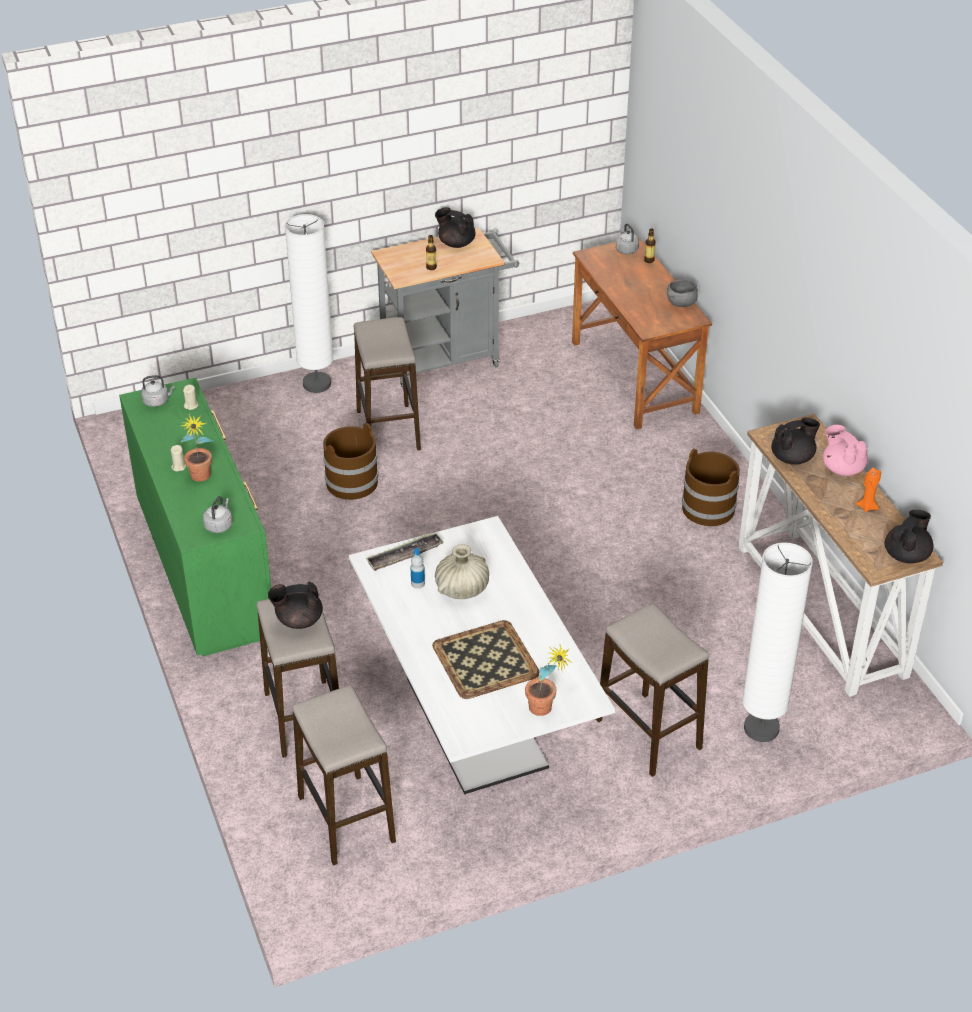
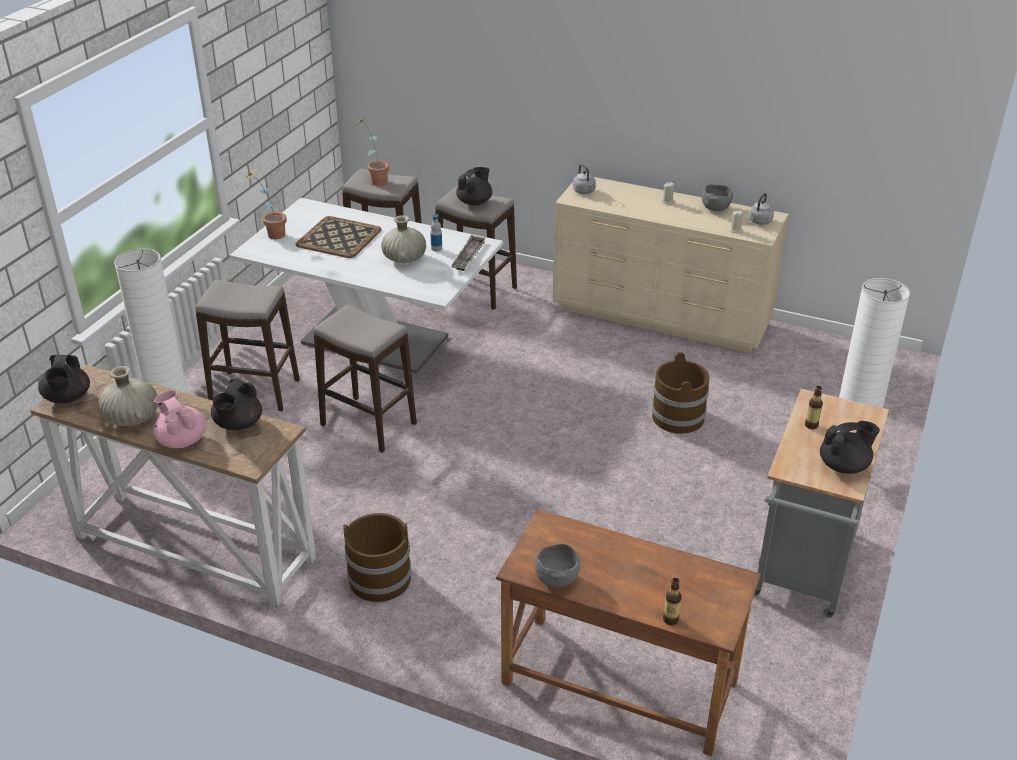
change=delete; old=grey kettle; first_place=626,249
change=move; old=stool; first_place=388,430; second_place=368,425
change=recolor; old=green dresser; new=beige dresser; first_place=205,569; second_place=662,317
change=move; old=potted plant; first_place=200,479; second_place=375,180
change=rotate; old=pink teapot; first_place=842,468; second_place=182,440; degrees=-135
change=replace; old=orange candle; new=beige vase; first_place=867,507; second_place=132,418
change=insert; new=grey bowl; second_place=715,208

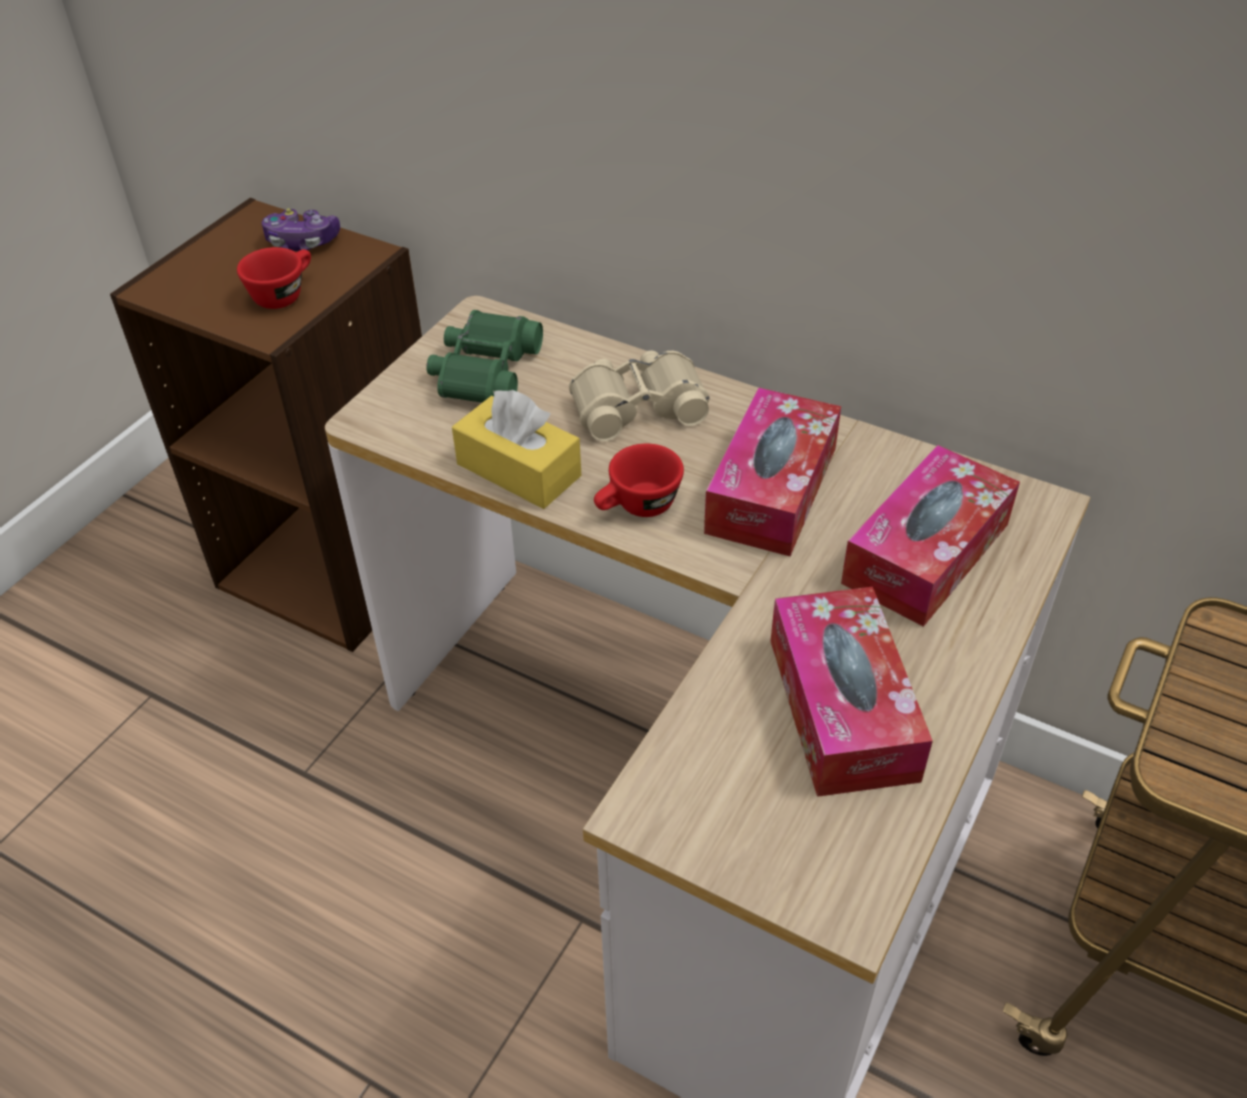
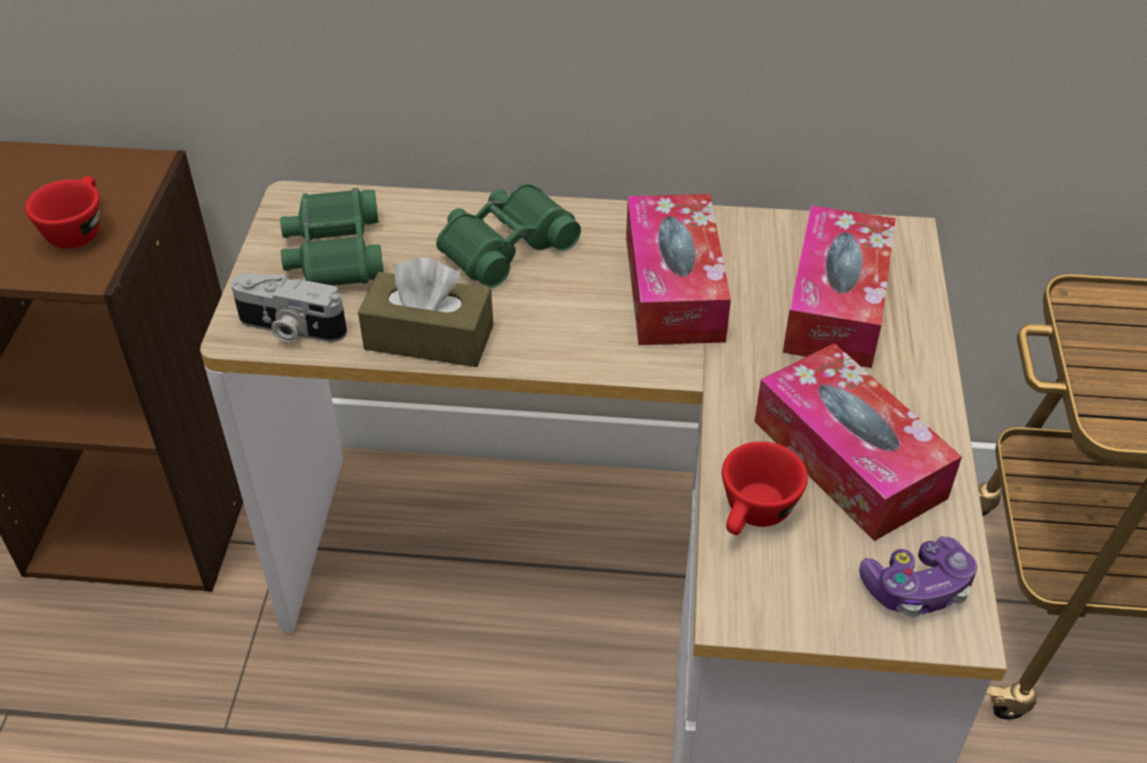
change=move; old=game controller; first_place=302,242; second_place=916,588
change=recolor; old=beige binoculars; new=green binoculars; first_place=637,405; second_place=505,245
change=recolor; old=yellow tissue box; new=brown tissue box; first_place=518,470; second_place=429,337
change=move; old=red cup; first_place=637,507; second_place=754,516
change=insert; new=photo camera; second_place=290,329

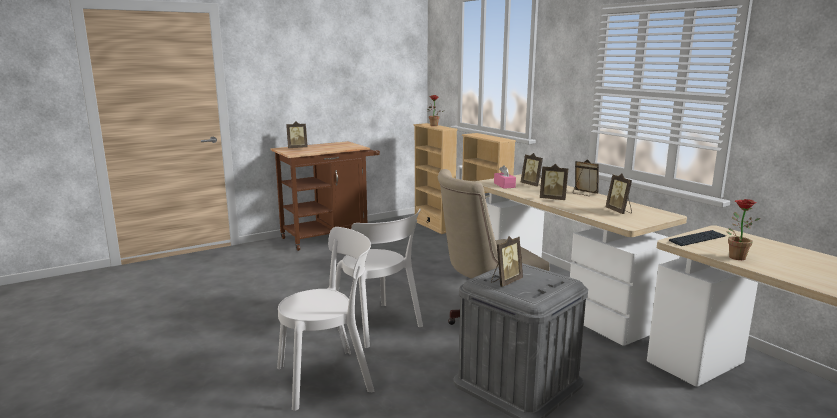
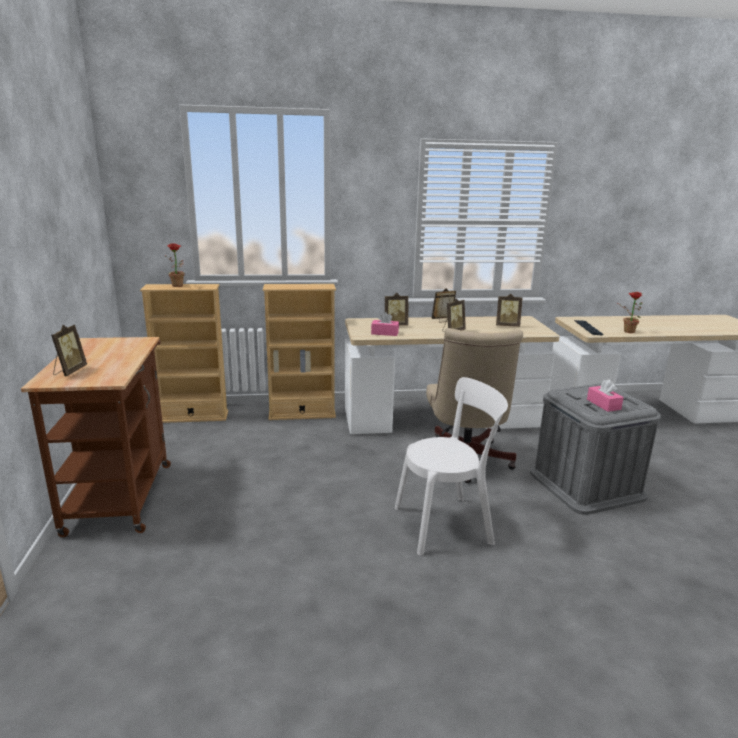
change=delete; old=white chair; first_place=329,377
change=replace; old=picture frame; new=pink tissue box; first_place=505,281; second_place=603,404

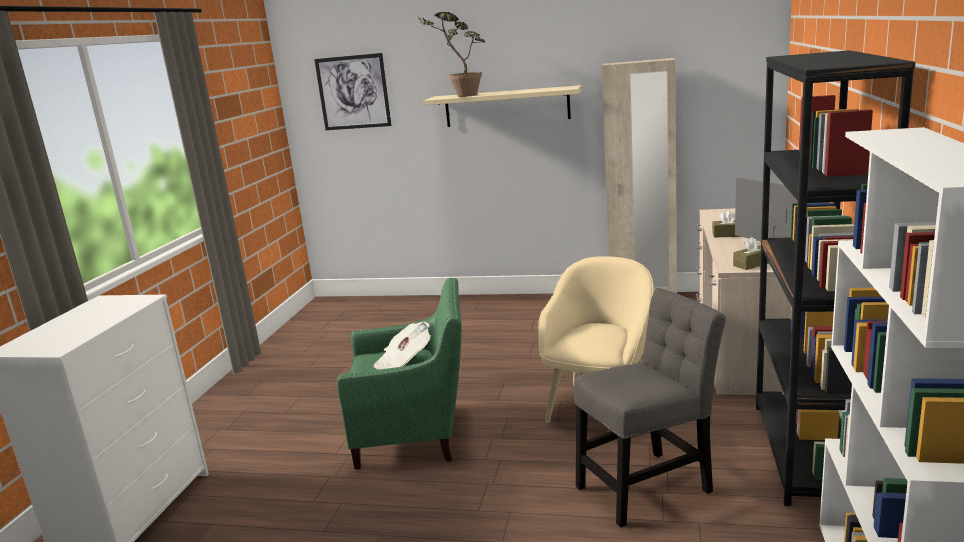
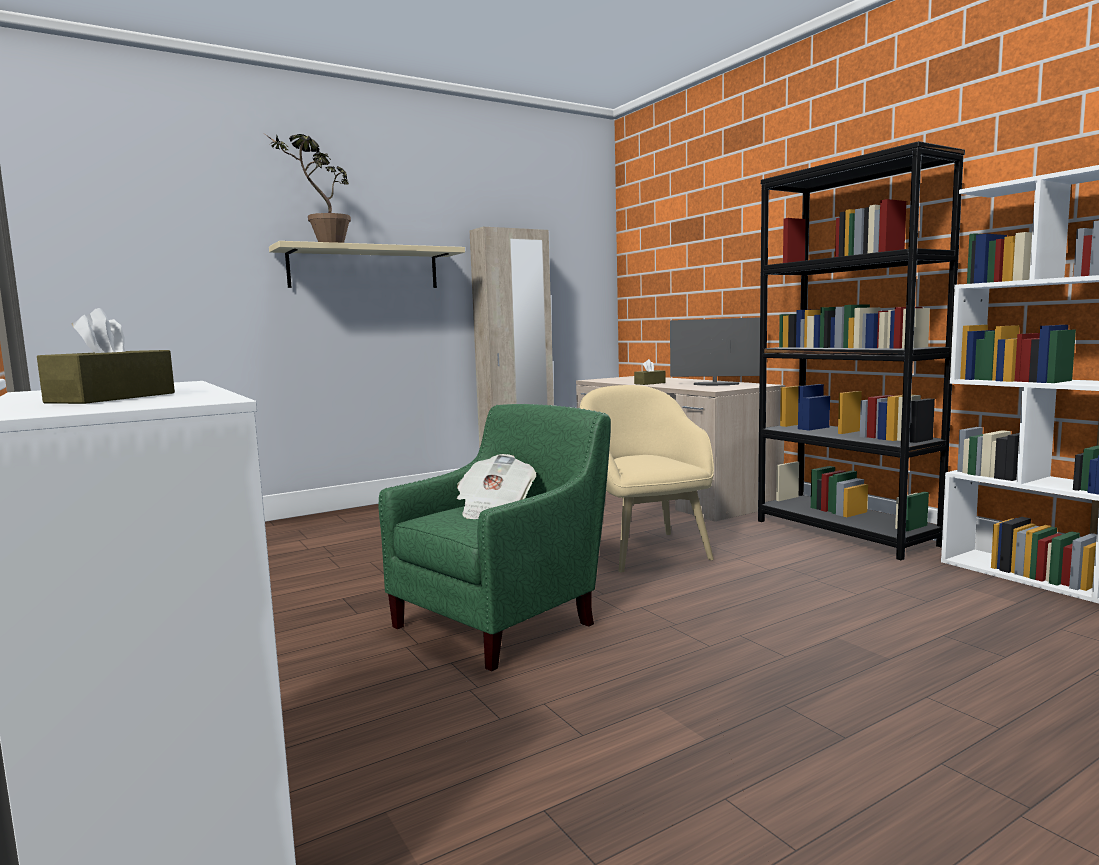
change=delete; old=picture; first_place=353,92
change=move; old=brown tissue box; first_place=751,264; second_place=112,398
change=delete; old=grey chair; first_place=648,486

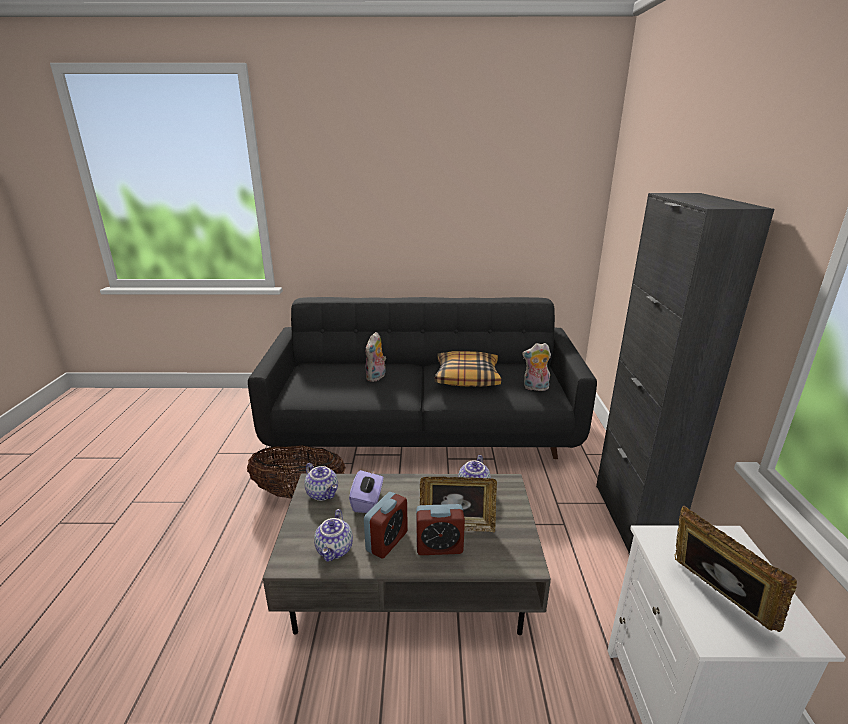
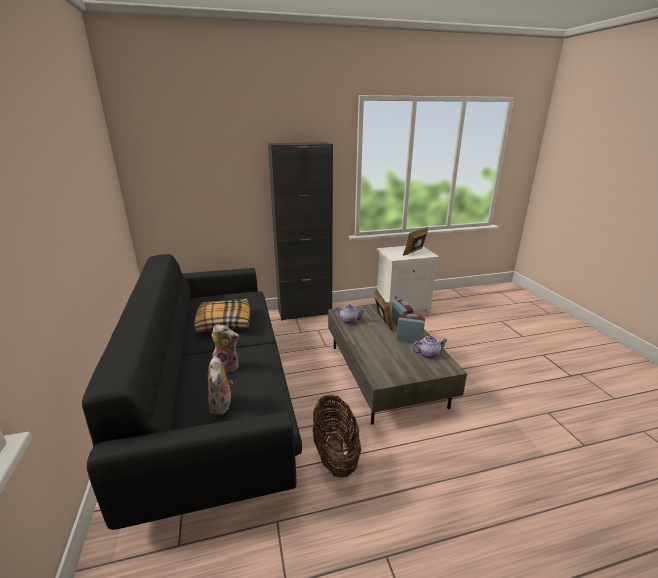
change=move; old=plush toy; first_place=535,388; second_place=222,406
change=delete; old=teapot; first_place=323,493
change=delete; old=purple tissue box; first_place=368,502

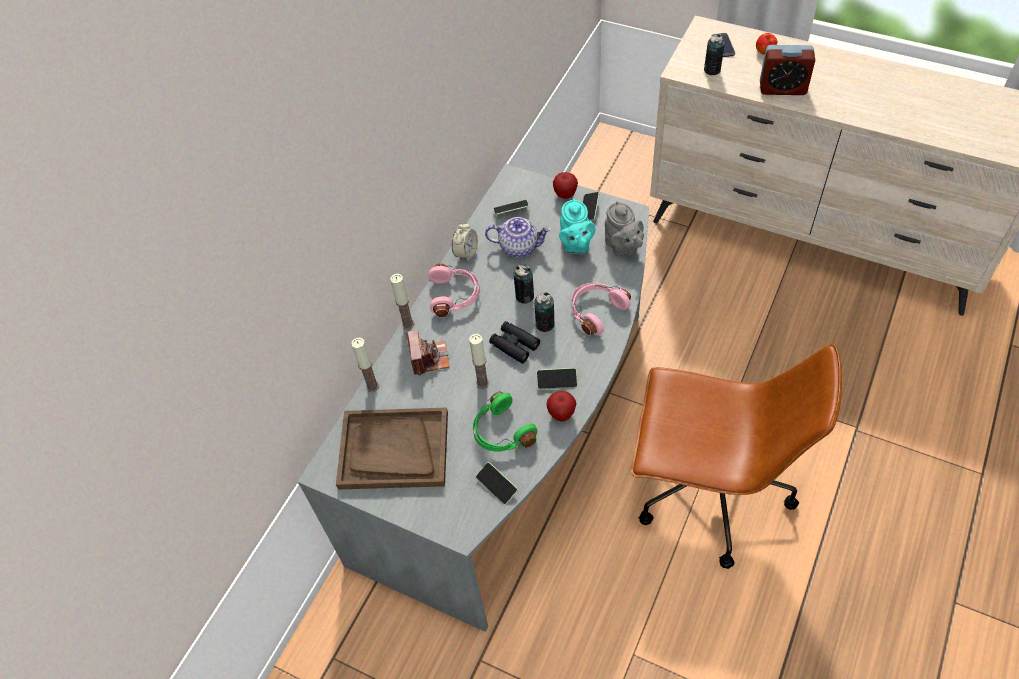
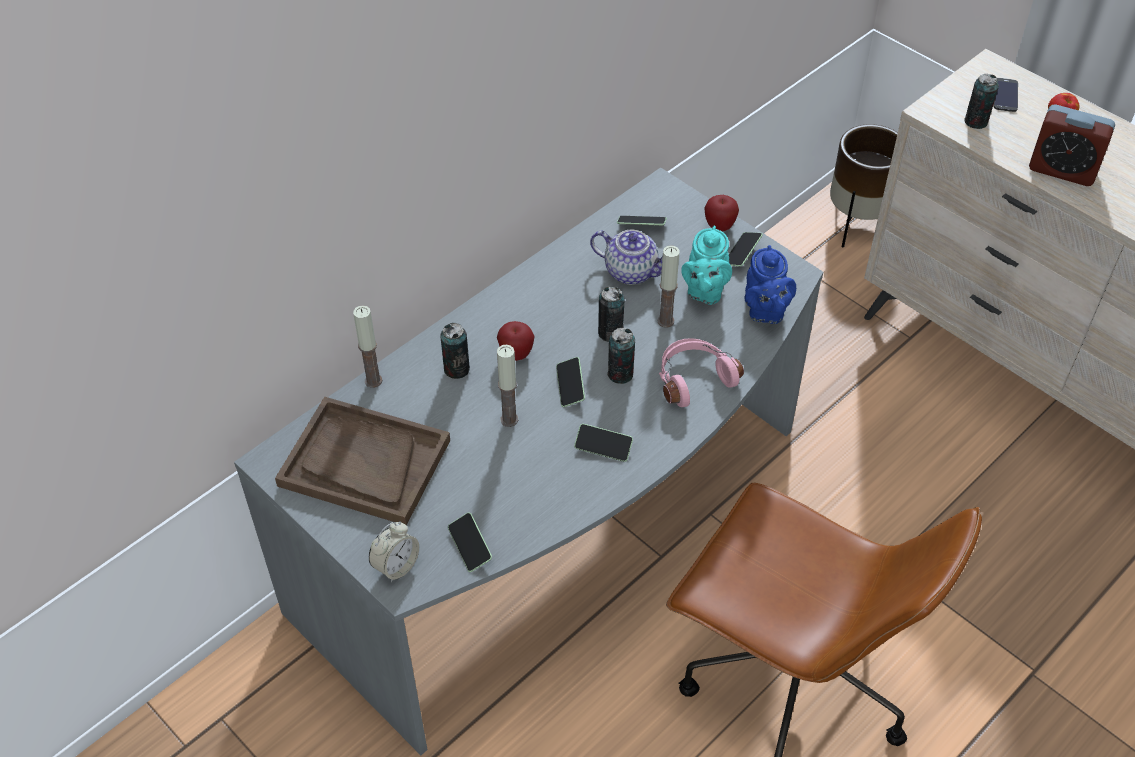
change=recolor; old=grey teapot; new=blue teapot; first_place=622,247; second_place=765,311
change=move; old=alarm clock; first_place=466,253; second_place=396,566
change=delete; old=pink headphones; first_place=455,295
change=move; old=candle; first_place=408,324; second_place=665,321
change=replace; old=black binoculars; new=phone; first_place=514,345; second_place=570,387
change=replace; old=photo camera; new=can; first_place=428,358; second_place=456,369
change=delete; old=green headphones; first_place=501,432
change=move; old=apple; first_place=561,414; second_place=516,354
change=insert; new=brown planter; second_place=858,224

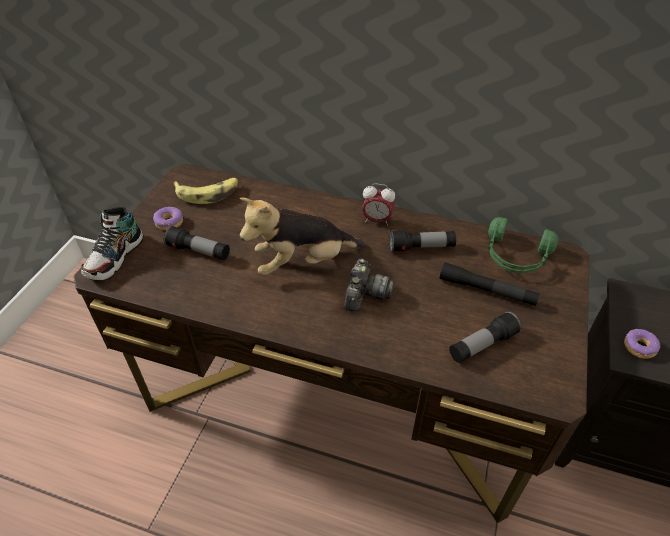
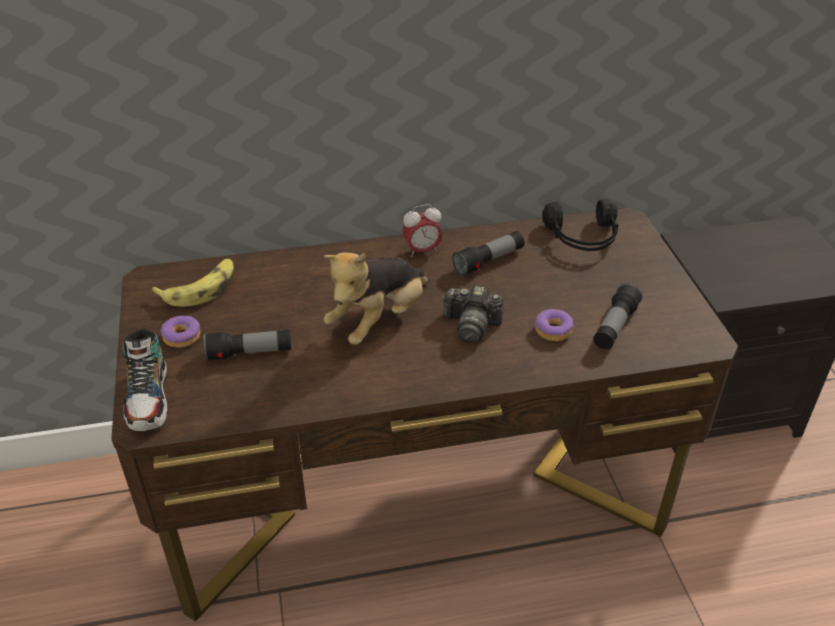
change=recolor; old=green headphones; new=black headphones; first_place=515,257; second_place=583,237
change=rotate; old=photo camera; first_place=365,295; second_place=471,325; degrees=120
change=delete; old=black flashlight; first_place=487,290
change=move; old=donut; first_place=639,347; second_place=553,331

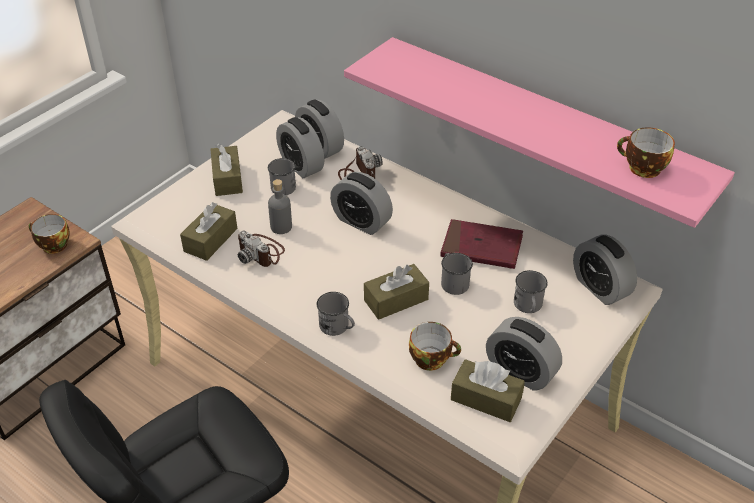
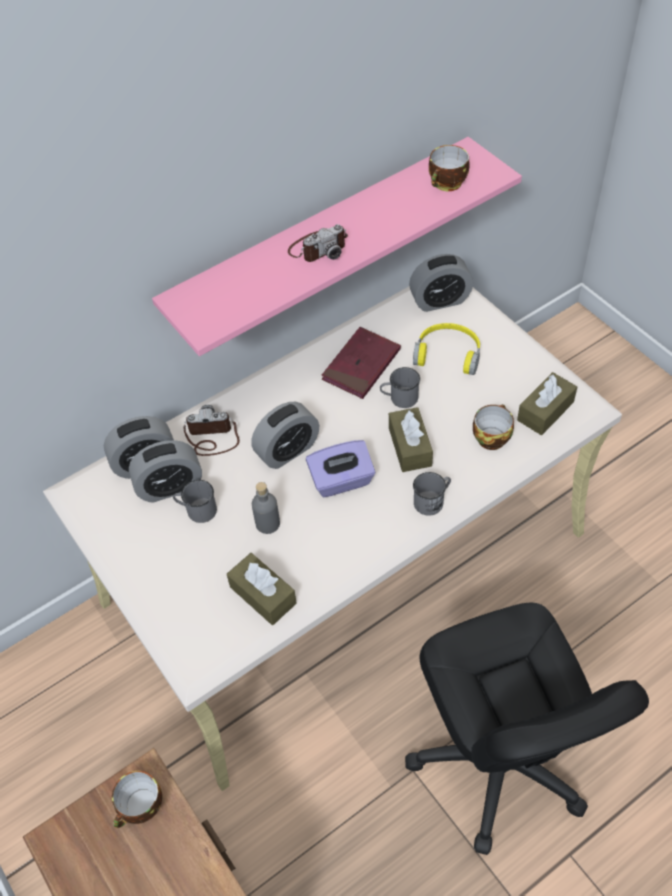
change=delete; old=brown tissue box; first_place=227,179
change=move; old=photo camera; first_place=261,252; second_place=318,248
change=replace; old=grey mug; new=yellow headphones; first_place=528,307; second_place=448,353
change=delete; old=alarm clock; first_place=520,371
change=insert; new=purple tissue box; second_place=341,481

